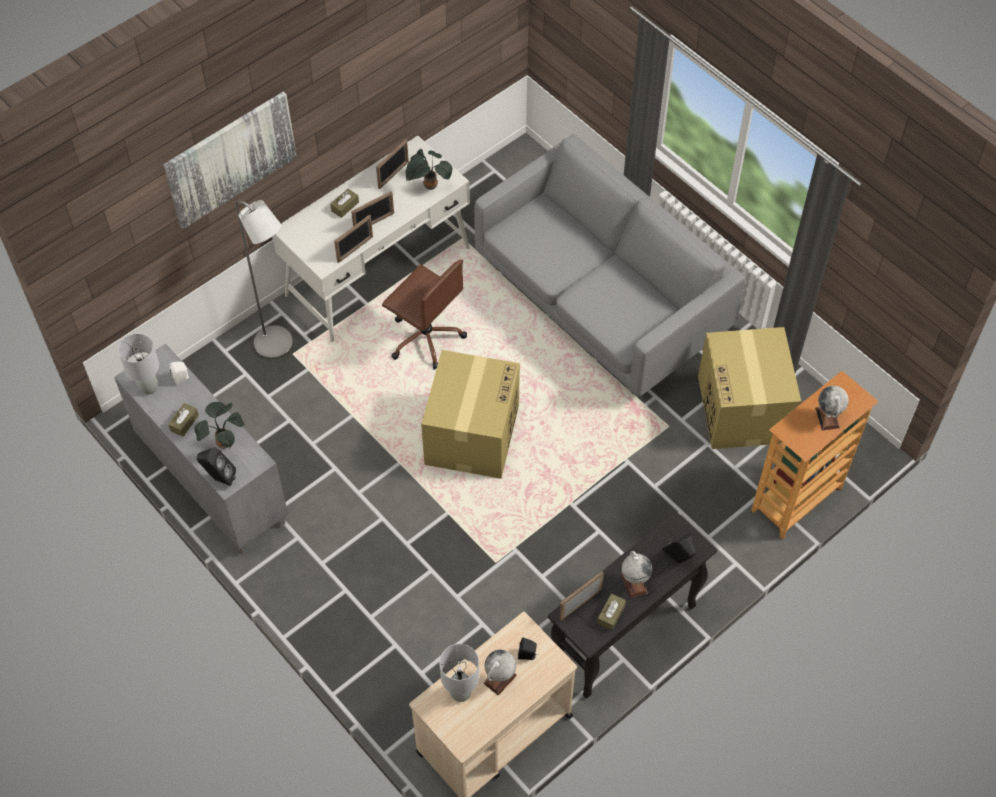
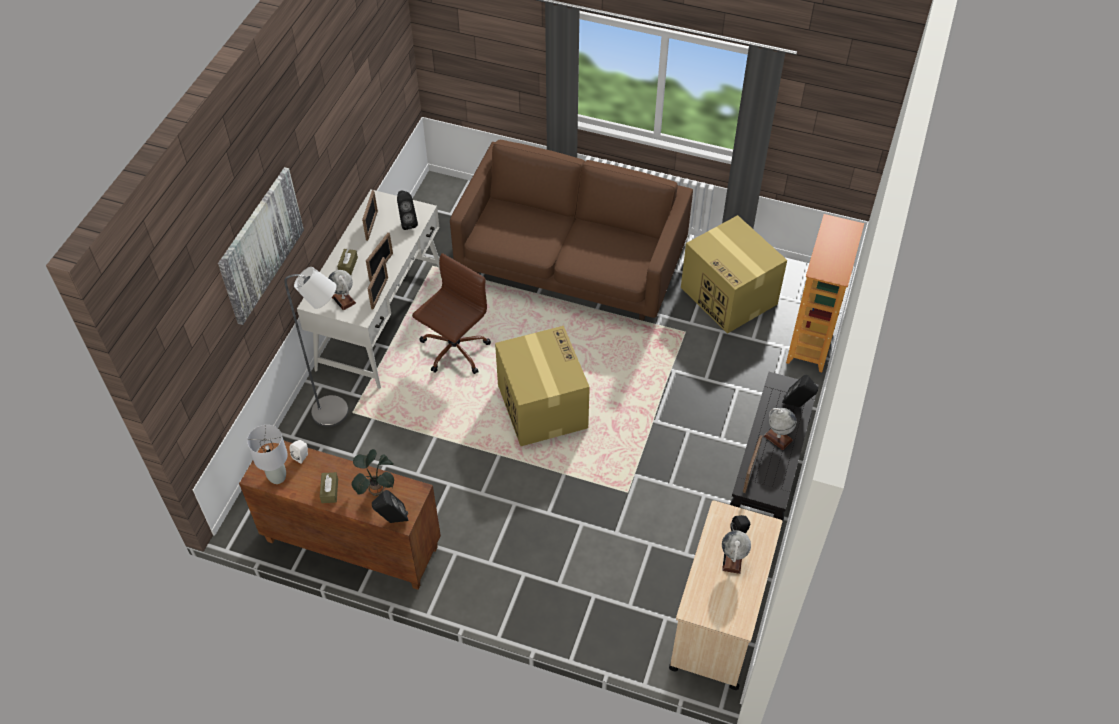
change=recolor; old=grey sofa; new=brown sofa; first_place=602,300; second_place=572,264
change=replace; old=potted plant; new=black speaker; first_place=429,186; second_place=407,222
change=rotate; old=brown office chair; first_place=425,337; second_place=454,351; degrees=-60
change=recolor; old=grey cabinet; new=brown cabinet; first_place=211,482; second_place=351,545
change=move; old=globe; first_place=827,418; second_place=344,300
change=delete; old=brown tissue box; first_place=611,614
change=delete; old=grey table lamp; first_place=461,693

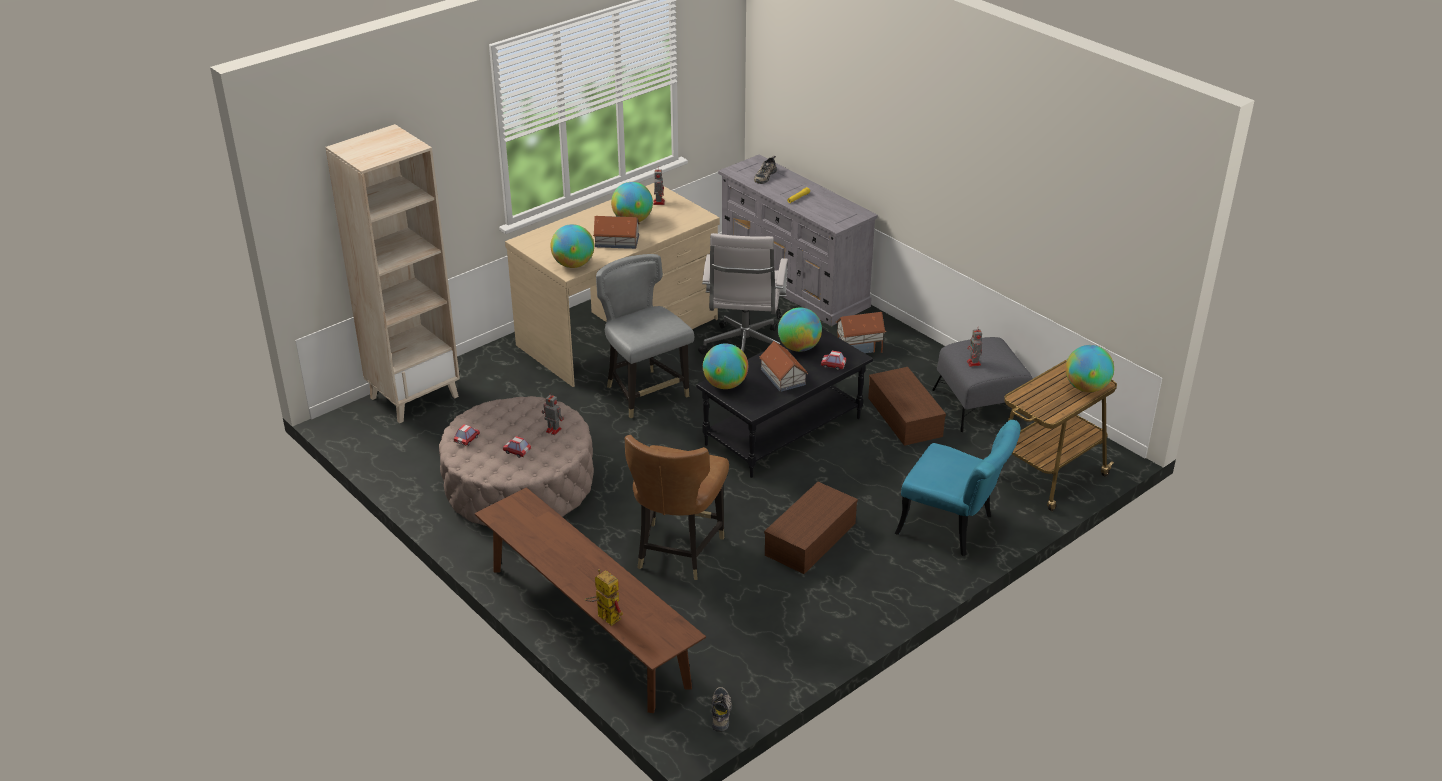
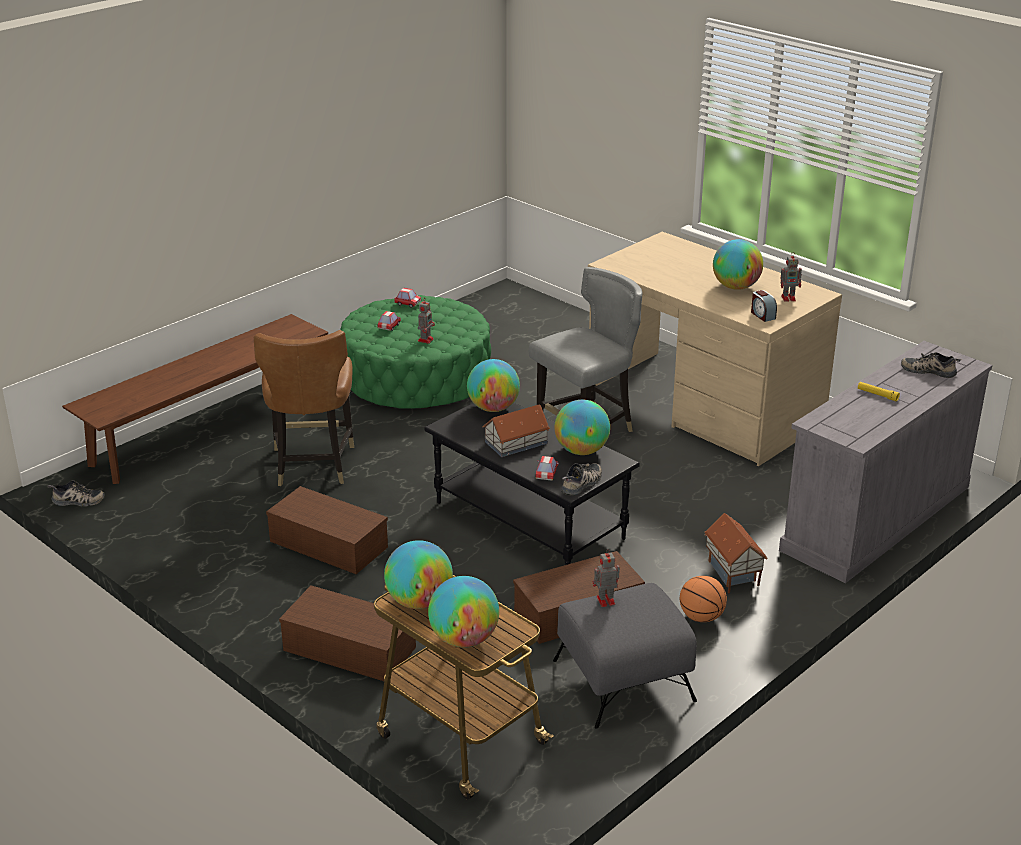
change=delete; old=beige bookcase; first_place=414,396
change=delete; old=toy house; first_place=616,241
change=move; old=globe; first_place=573,265; second_place=419,602
change=delete; old=white office chair; first_place=744,351
change=recolor; old=beige ottoman; new=green ottoman; first_place=519,484; second_place=416,377
change=replace; old=turquoise chair; new=brown storage box; first_place=954,527; second_place=347,649
change=rotate; old=brown chair; first_place=677,551; second_place=312,465; degrees=-105
change=delete; old=toy robot; first_place=604,616
change=insert; new=alarm clock; second_place=762,315
change=insert; new=shoe; second_place=582,484
change=insert; new=basketball; second_place=701,617

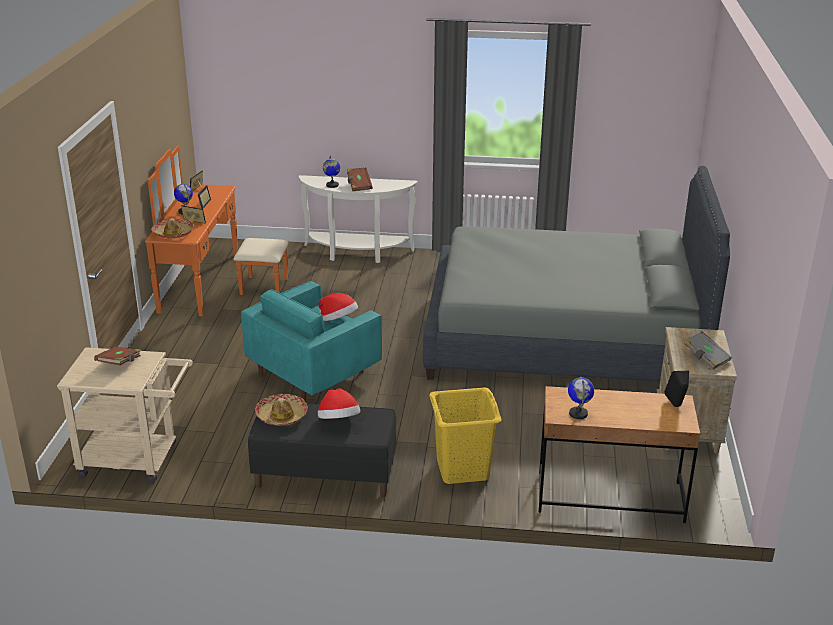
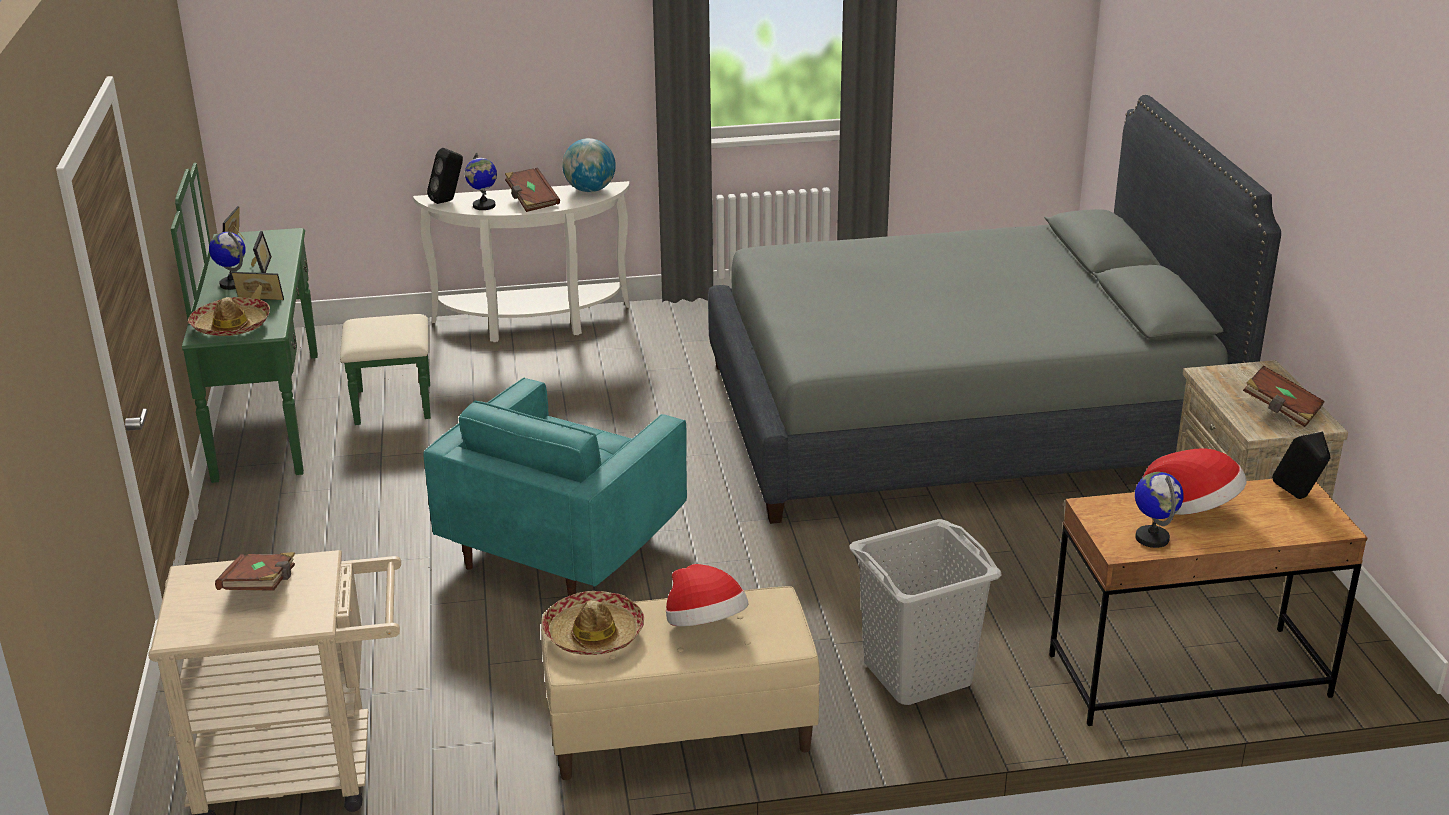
change=recolor; old=orange dresser; new=green dresser; first_place=214,283; second_place=297,411
change=move; old=hat; first_place=338,320; second_place=1194,508
change=recolor; old=grey book; new=brown book; first_place=705,358; second_place=1281,410
change=recolor; old=yellow laundry basket; new=grey laundry basket; first_place=462,469; second_place=916,673
change=recolor; old=black bench; new=beige bench; first_place=324,475; second_place=679,731
change=insert; new=globe; second_place=590,190
change=insert; new=black speaker; second_place=448,201

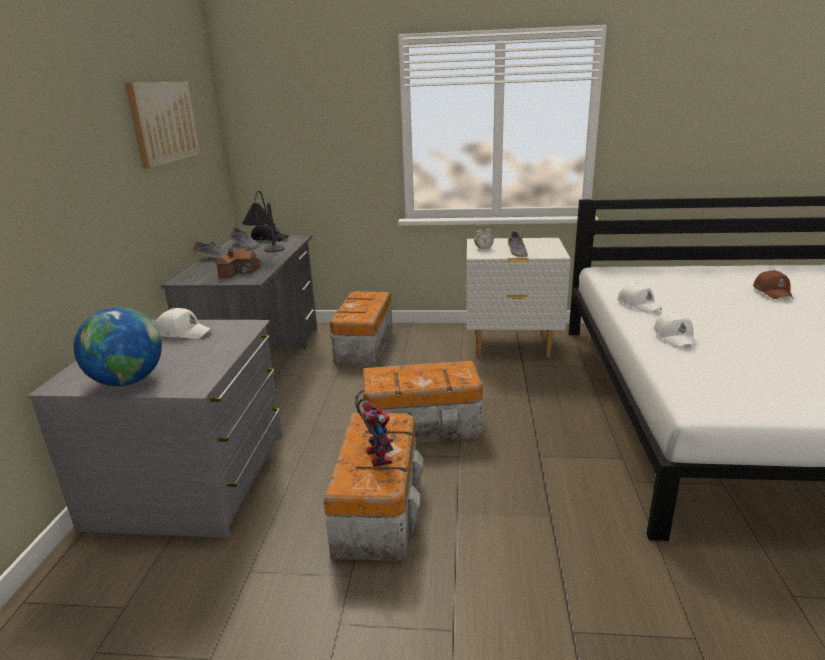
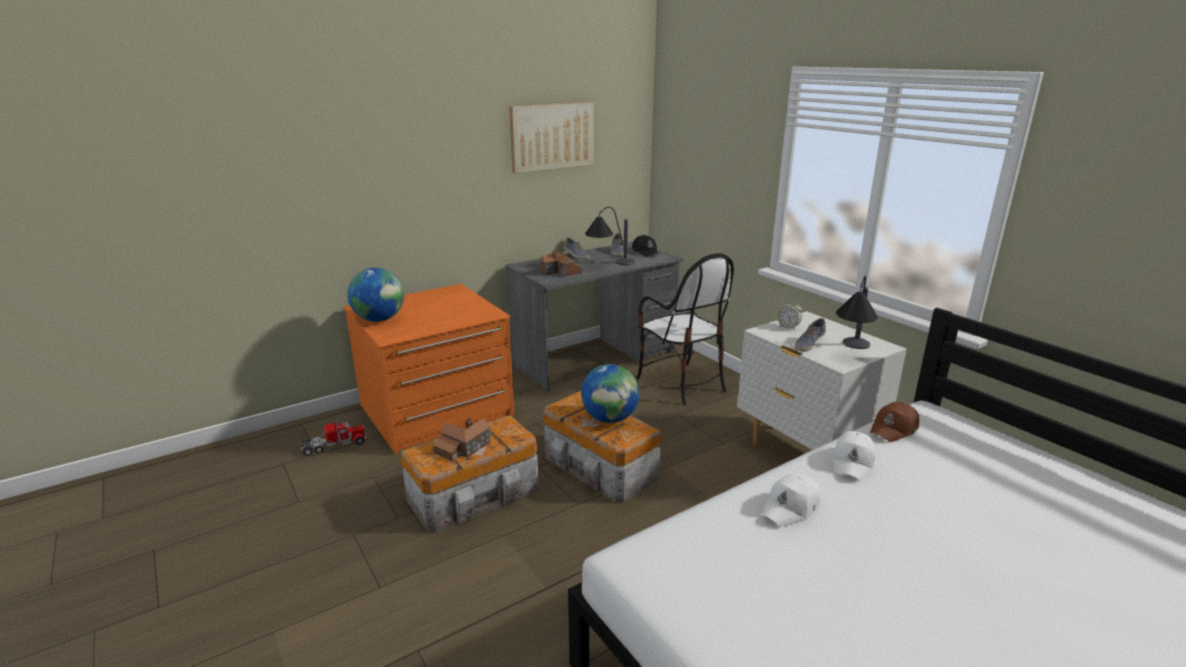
change=move; old=brown cap; first_place=773,292; second_place=894,429
change=replace; old=storage box; new=chair; first_place=363,346; second_place=681,383
change=delete; old=white cap; first_place=183,332
change=recolor; old=grey dresser; new=orange dresser; first_place=193,479; second_place=437,411
change=replace; old=toy robot; new=toy house; first_place=375,455; second_place=462,448
change=insert; new=table lamp; second_place=852,353
change=insert; new=globe; second_place=610,419
change=insert; new=toy truck; second_place=334,445

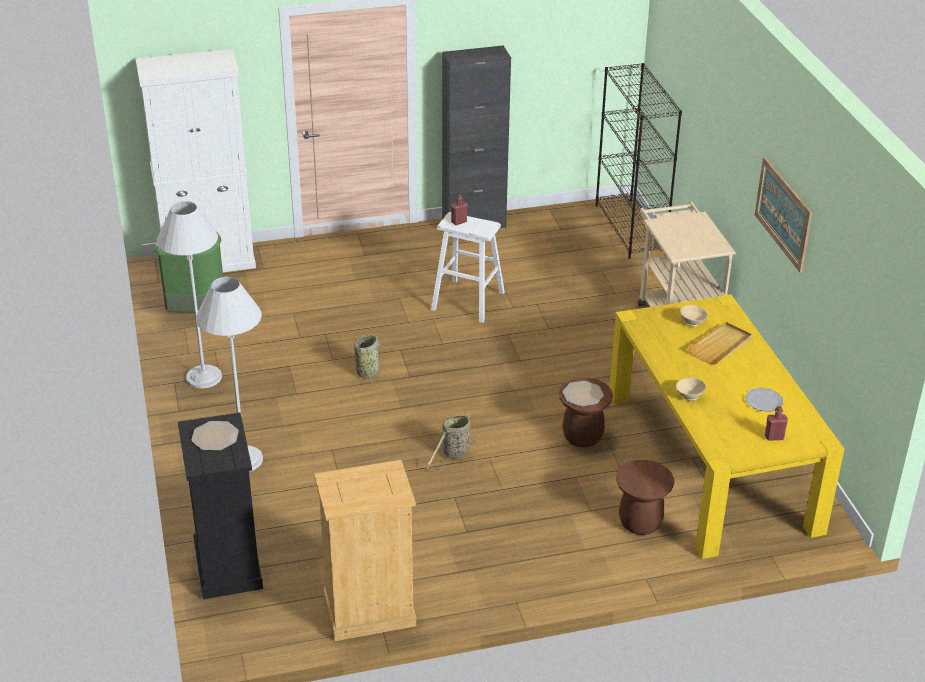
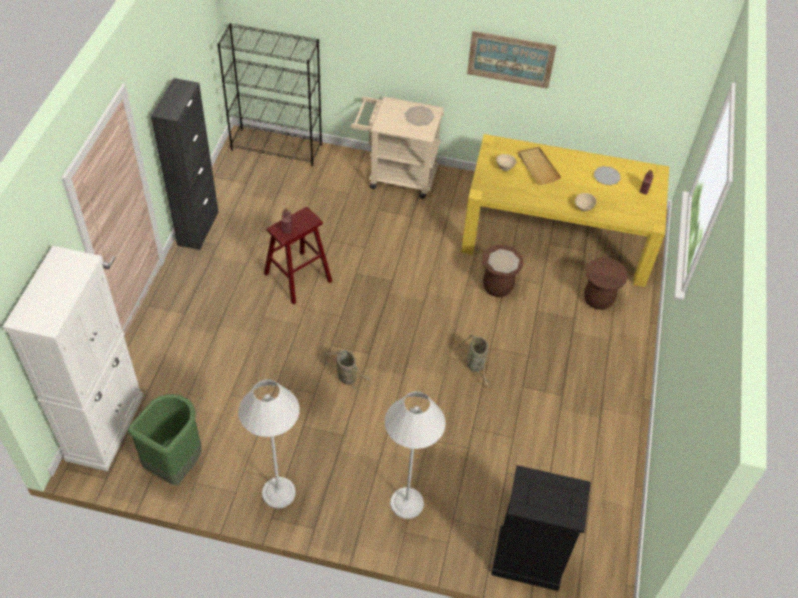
change=recolor; old=white stool; new=red stool; first_place=468,301; second_place=298,277
change=move; old=plate; first_place=215,437; second_place=419,116
change=delete; old=beige dresser; first_place=369,611

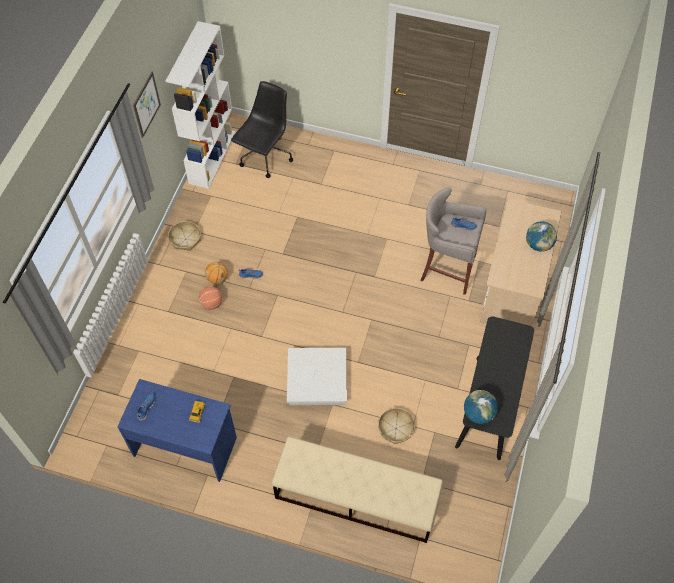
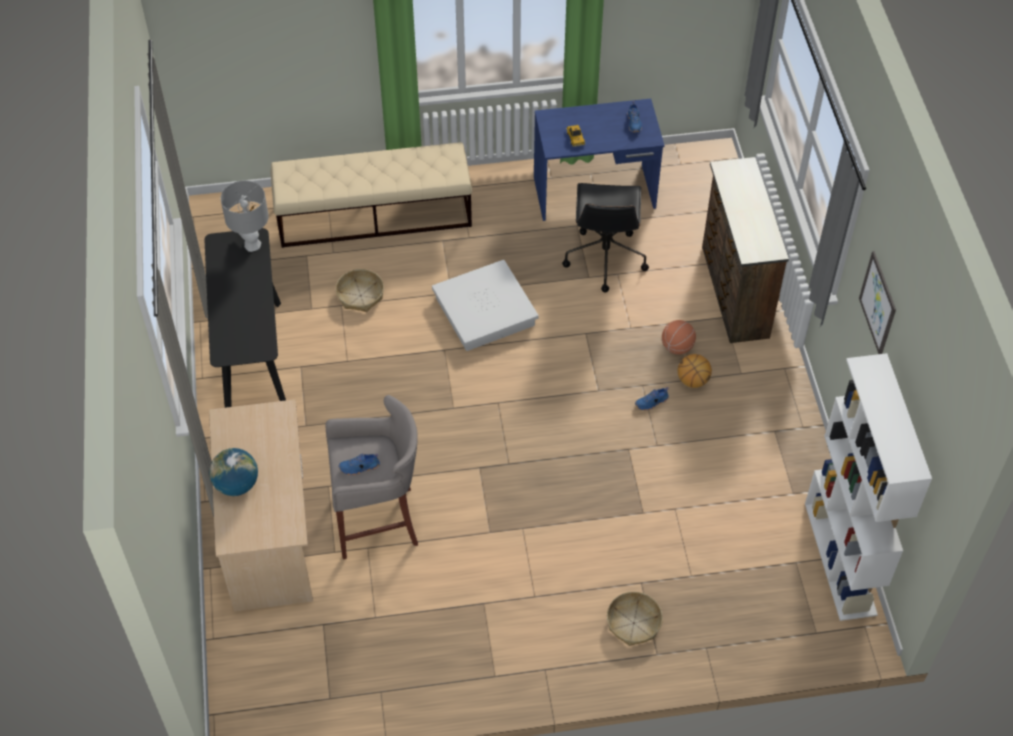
change=move; old=black office chair; first_place=265,157; second_place=605,257
change=move; old=basket; first_place=185,239; second_place=634,623
change=replace; old=globe; new=grey table lamp; first_place=478,413; second_place=252,244
change=insert; new=brown dresser; second_place=733,292

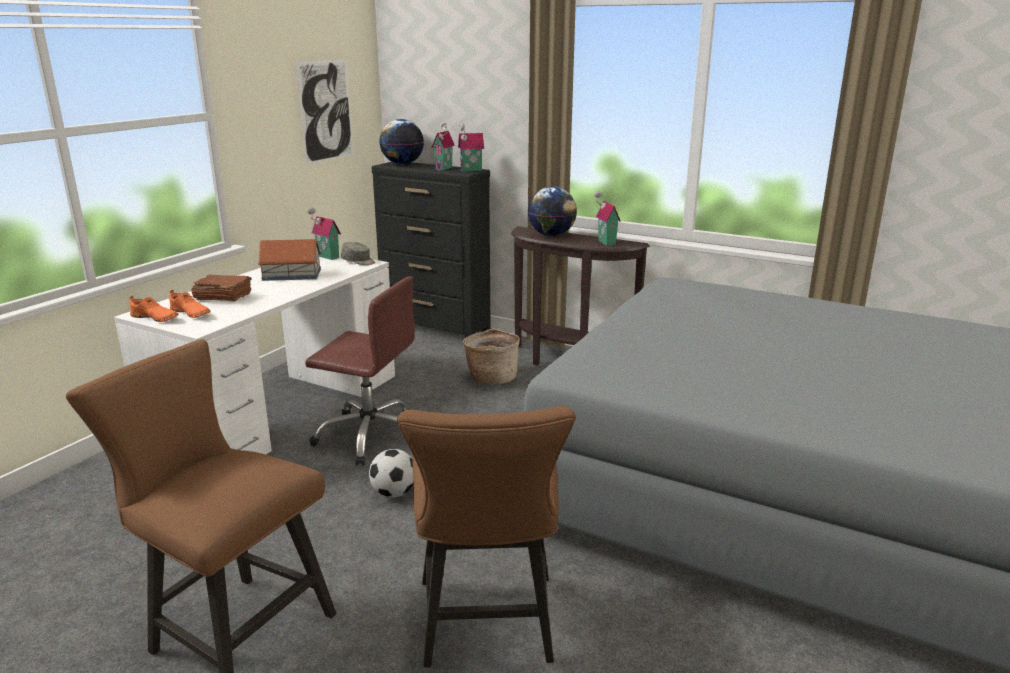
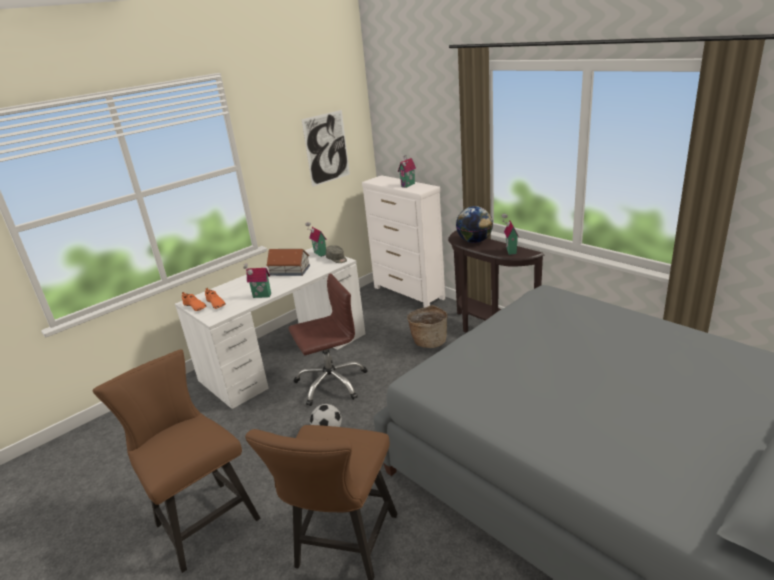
change=delete; old=globe; first_place=402,164
change=move; old=toy house; first_place=471,170; second_place=261,296
change=recolor; old=black dresser; new=white dresser; first_place=436,328; second_place=409,293
change=delete; old=brown book; first_place=223,297
change=rotate; old=brown office chair; first_place=370,435; second_place=331,383; degrees=-60

